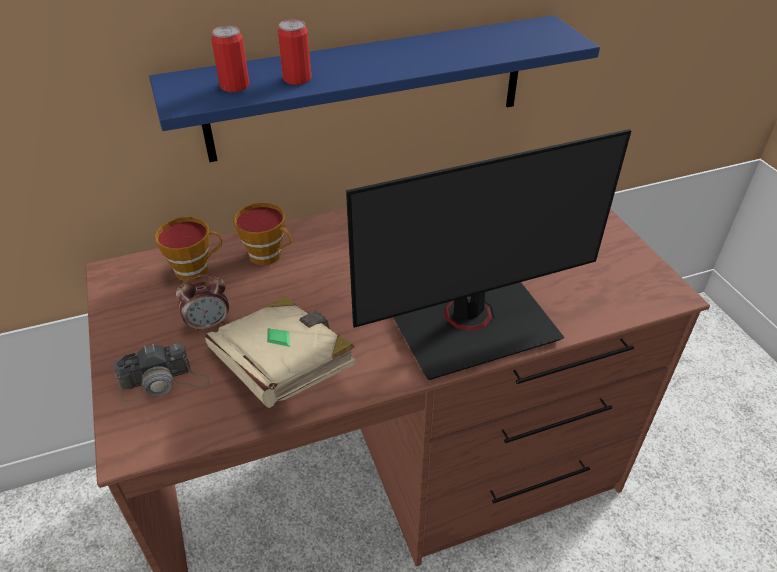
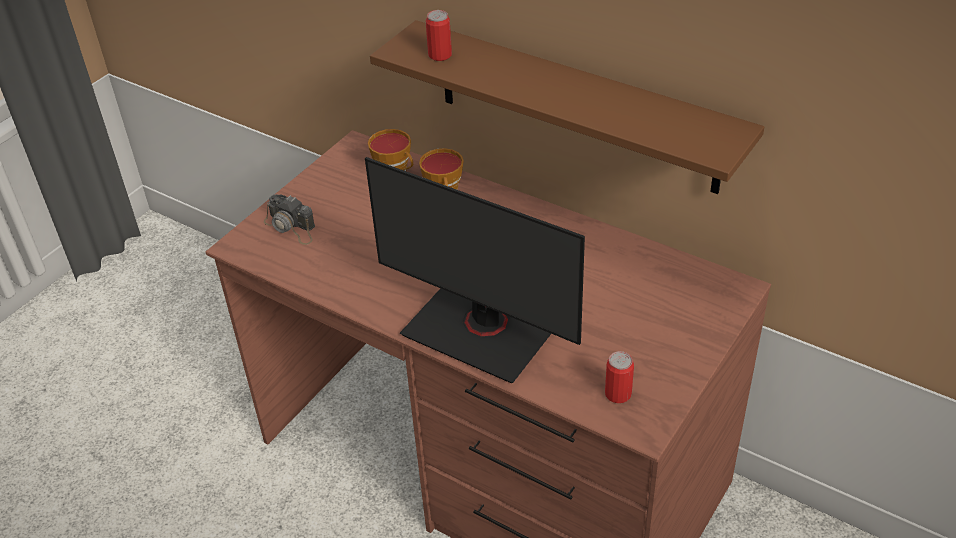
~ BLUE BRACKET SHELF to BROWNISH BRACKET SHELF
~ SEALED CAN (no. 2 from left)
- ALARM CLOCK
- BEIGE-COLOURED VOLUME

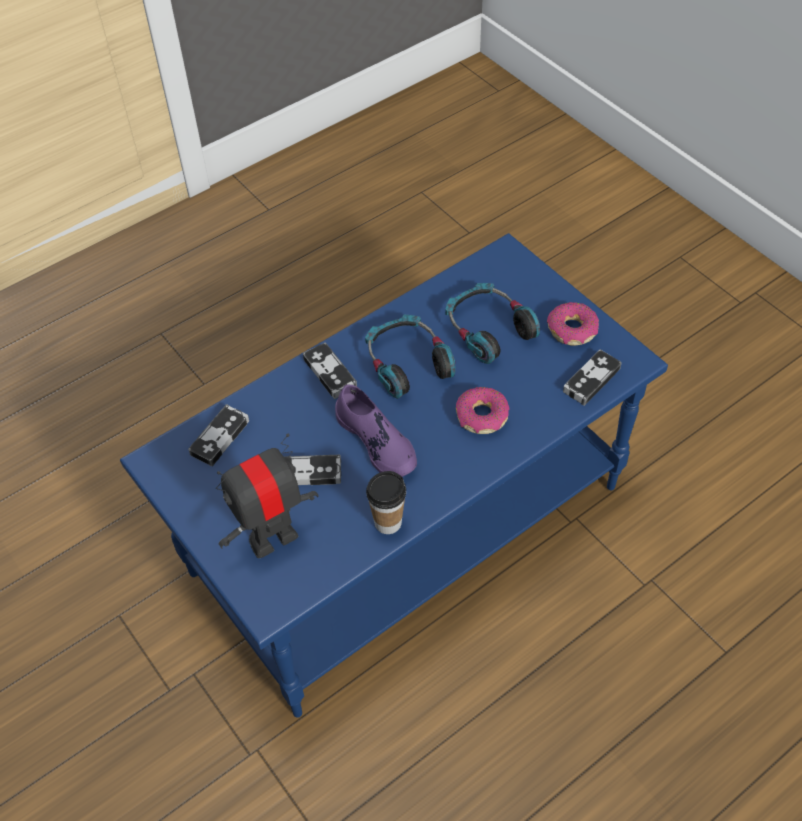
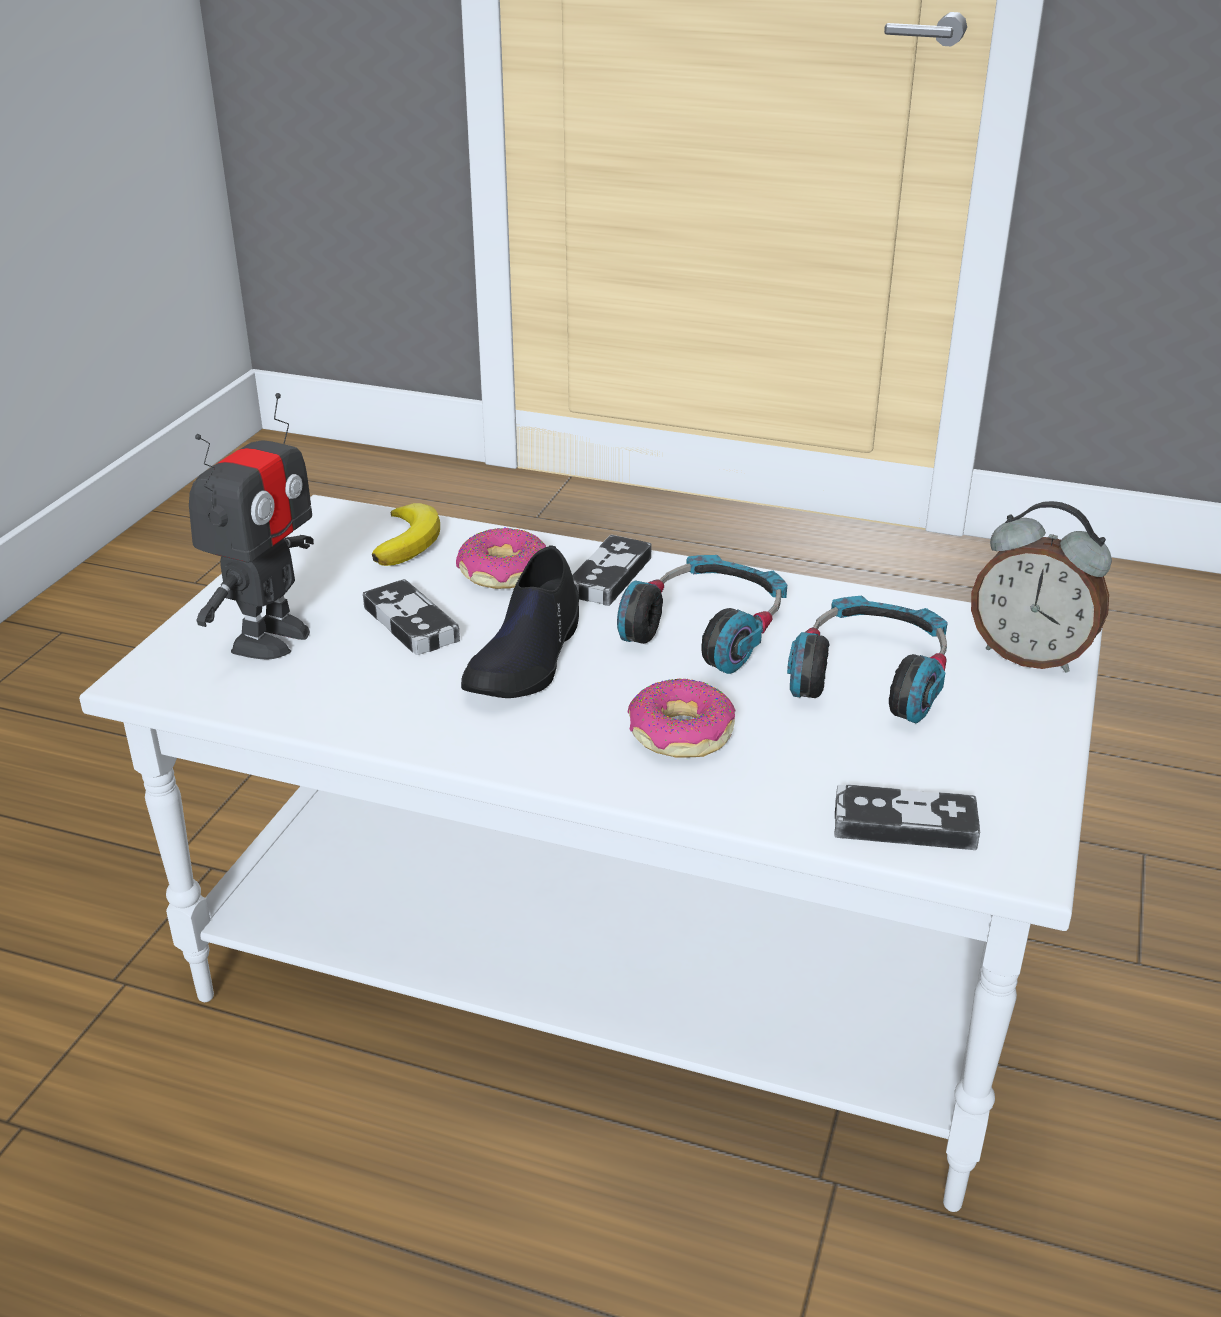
~ BLUE LOW TABLE to WHITE LOW TABLE
~ DONUT (no. 2 from left in the first image) to DONUT (no. 1 from left)
~ PURPLISH LOW SHOE to BLACK-COLOURED LOW SHOE
~ JOYPAD (no. 1 from left) to WHOLE BANANA
~ ROBOT FIGURE 90 degrees clockwise
- SMALL CUP
+ ALARM CLOCK

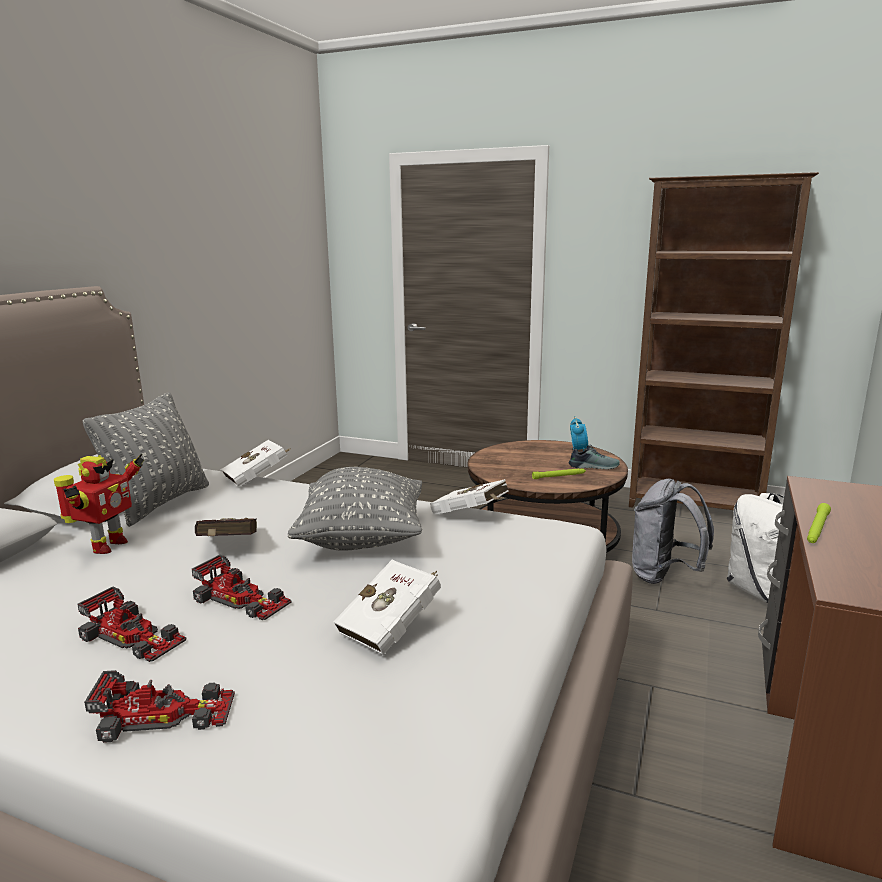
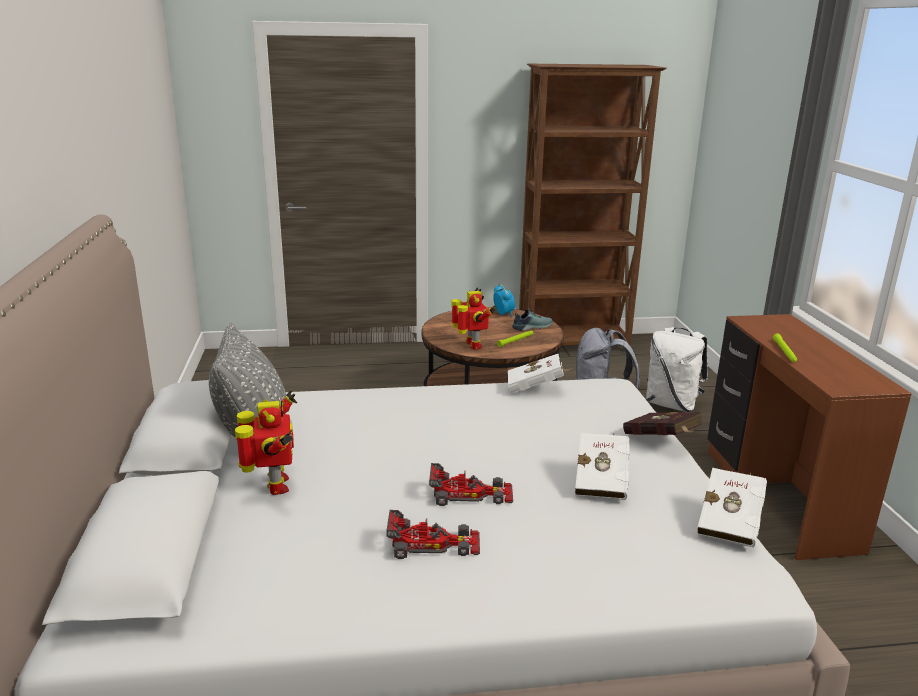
~ WHITE VOLUME (no. 1 from left in the first image) to WHITE VOLUME (no. 3 from left)
- GREYISH CUSHION (no. 2 from left)
~ REDDISH VOLUME
- TOY CAR (no. 2 from left)
+ ROBOT FIGURE (no. 2 from left)

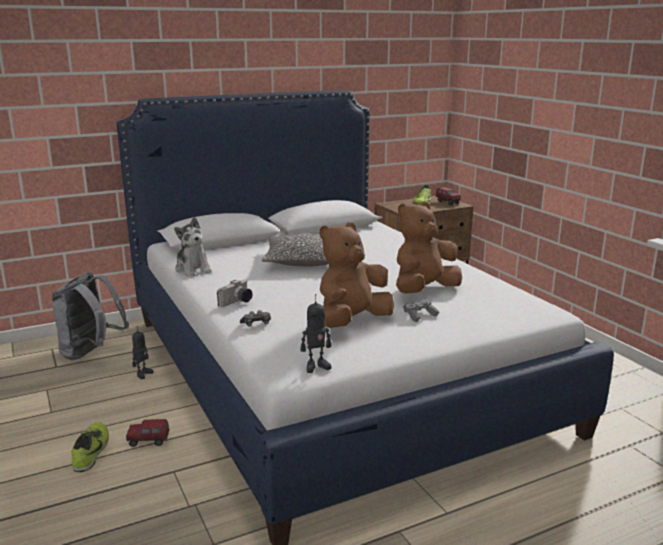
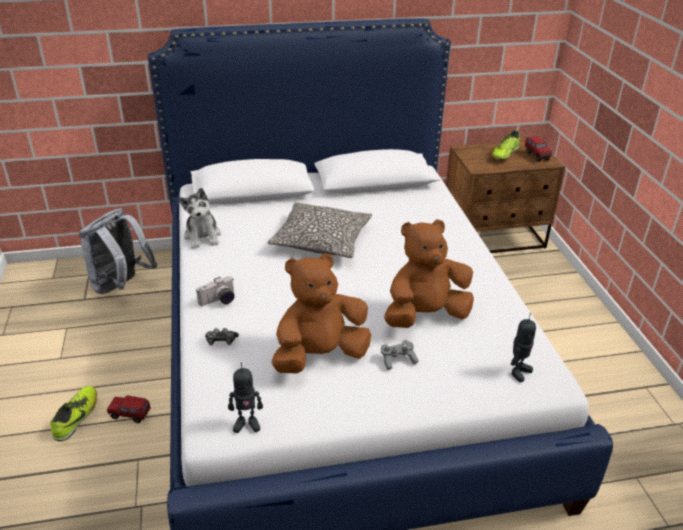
~ ROBOT FIGURE (no. 1 from left in the first image) to ROBOT FIGURE (no. 2 from left)

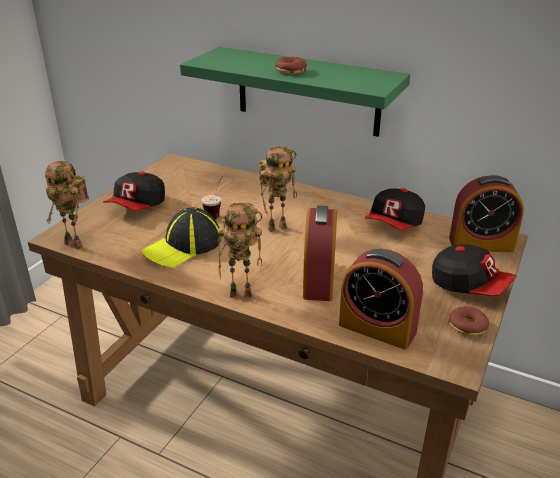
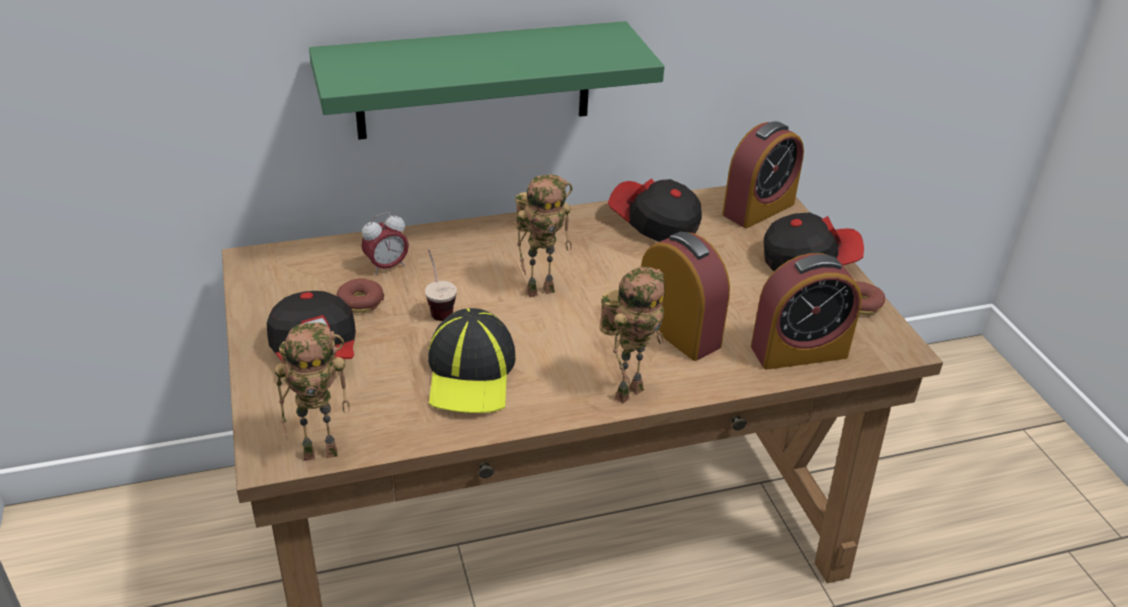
~ DONUT (no. 1 from left)
~ ROBOT FIGURE (no. 3 from left in the first image) 45 degrees clockwise
~ PEAKED CAP (no. 3 from left) 135 degrees clockwise
+ ALARM CLOCK (no. 1 from left)

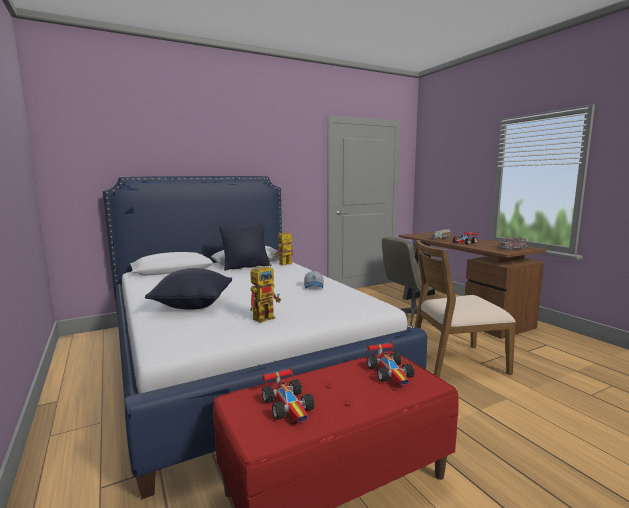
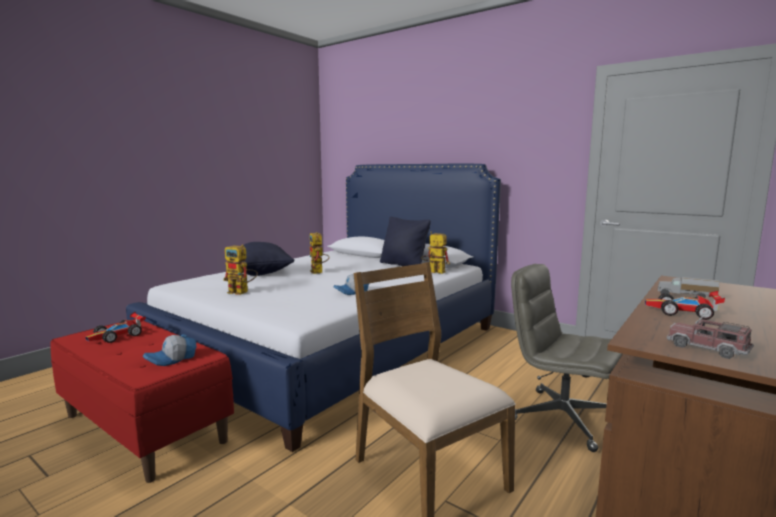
~ TOY CAR (no. 2 from left) to PEAKED CAP (no. 1 from left)
+ ROBOT FIGURE (no. 2 from left)

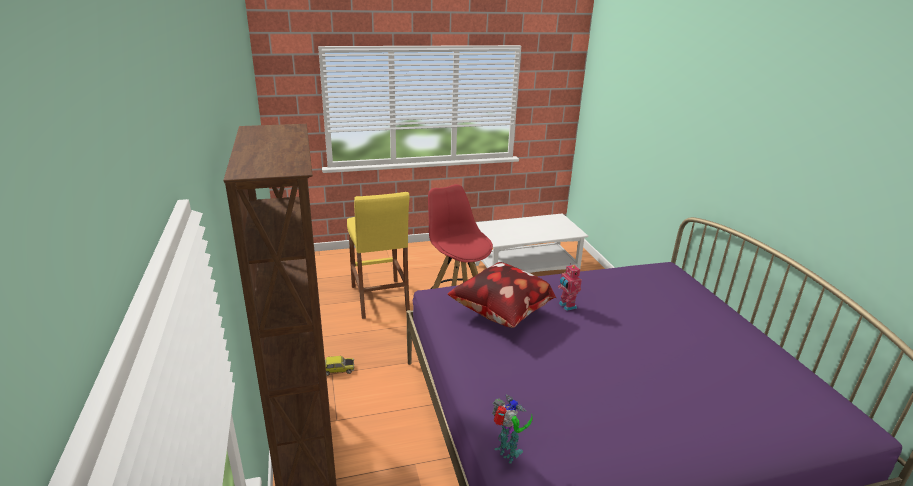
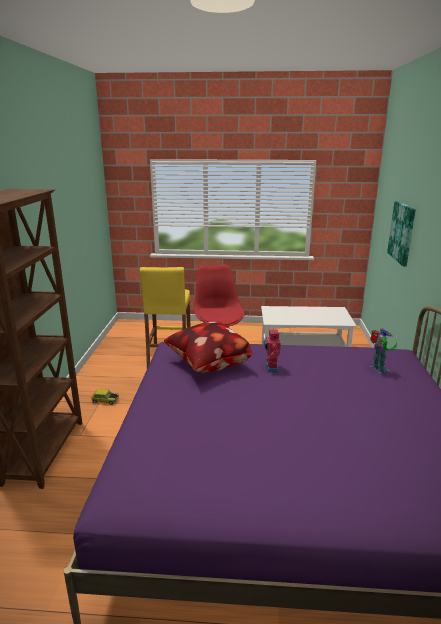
~ ROBOT FIGURE (no. 1 from left in the first image) to ROBOT FIGURE (no. 2 from left)
+ PICTURE

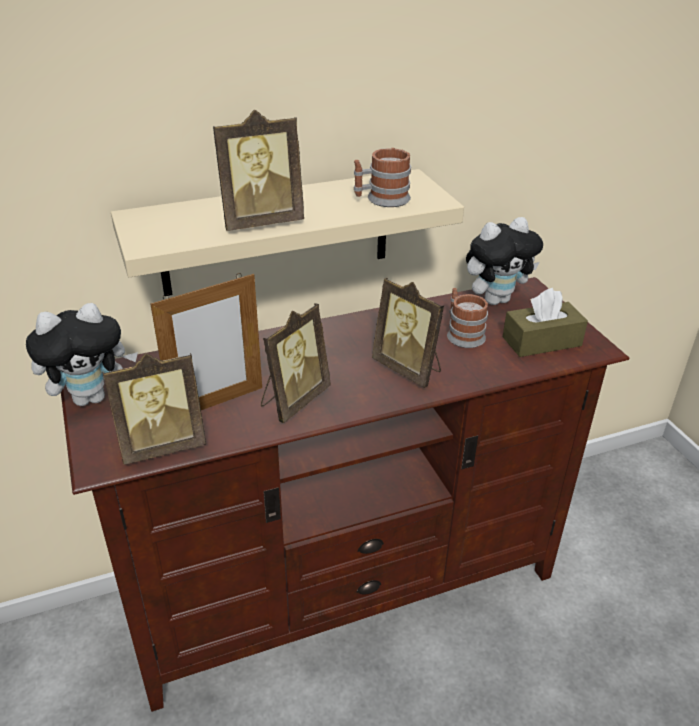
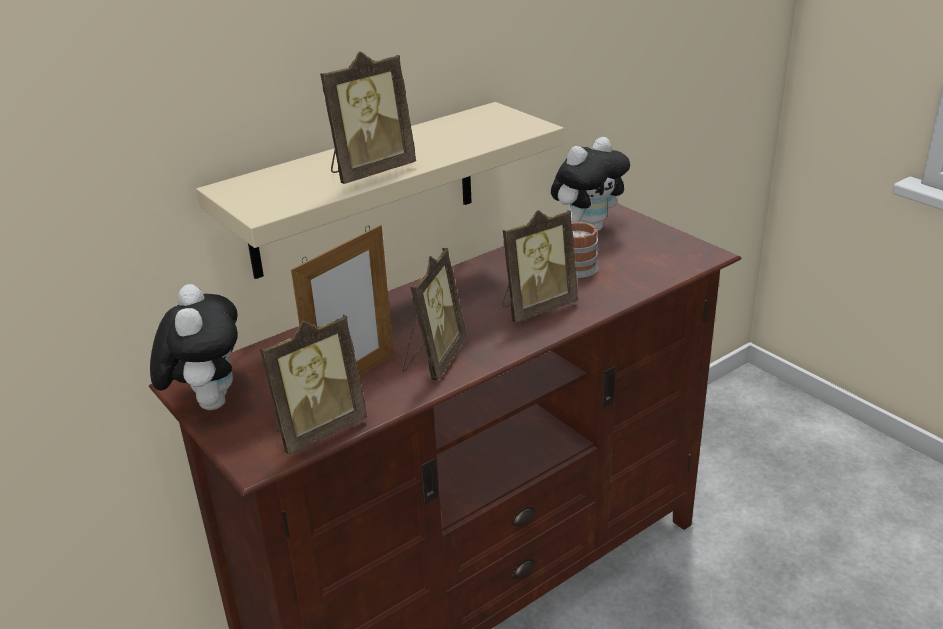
- TEA MUG (no. 1 from left)
~ PHOTO FRAME (no. 5 from left) 60 degrees counterclockwise
- BROWNISH BOX OF TISSUES
~ PLUSH TOY (no. 1 from left) 60 degrees counterclockwise

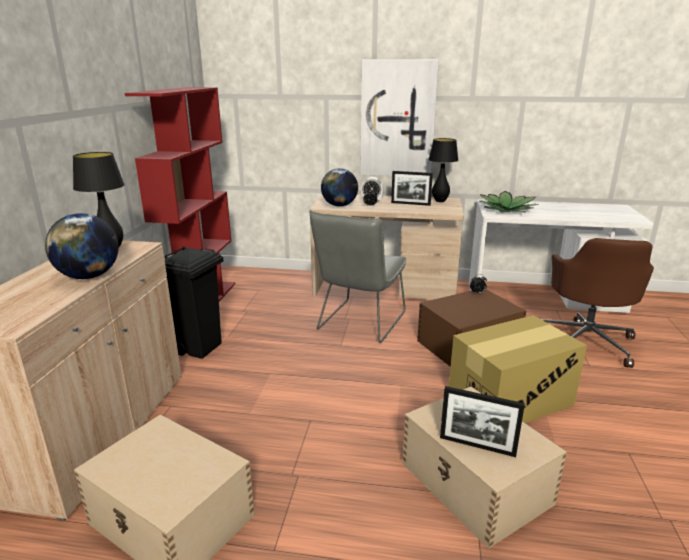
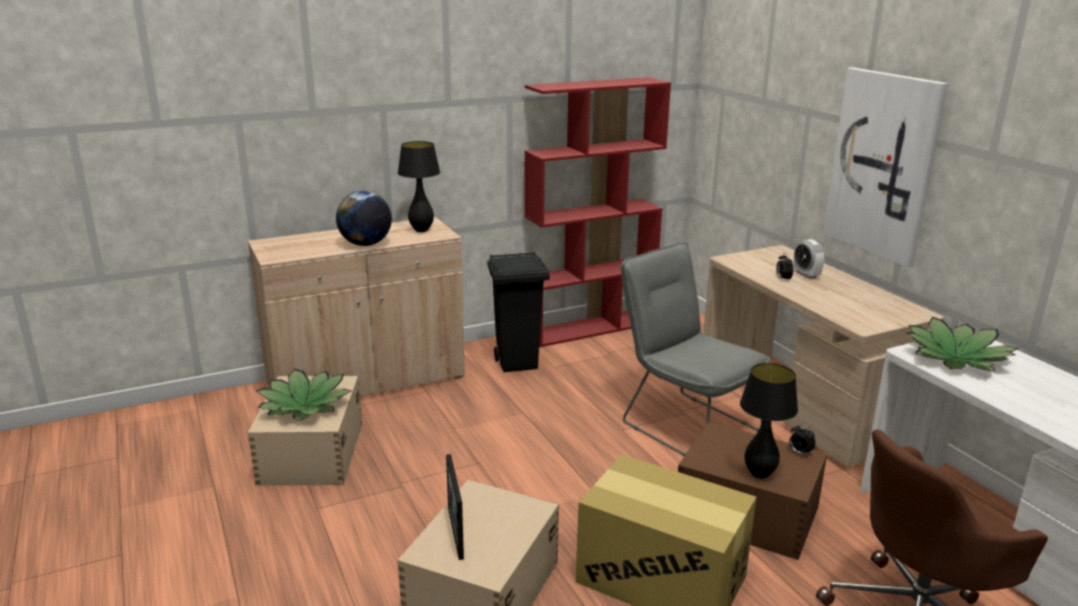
~ BLACK-COLOURED TABLE LAMP (no. 2 from left)
- DESK GLOBE (no. 2 from left)
- PHOTO FRAME (no. 1 from left)
~ GREYISH UPRIGHT CHAIR 60 degrees clockwise
+ PLANT IN A POT (no. 1 from left)

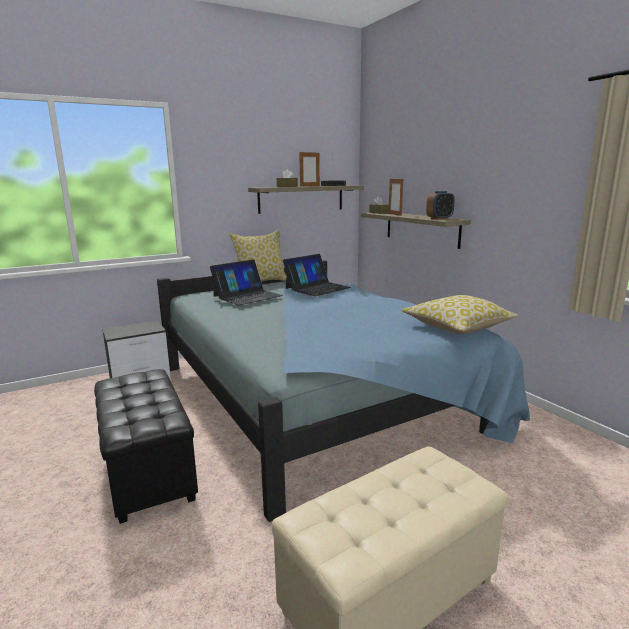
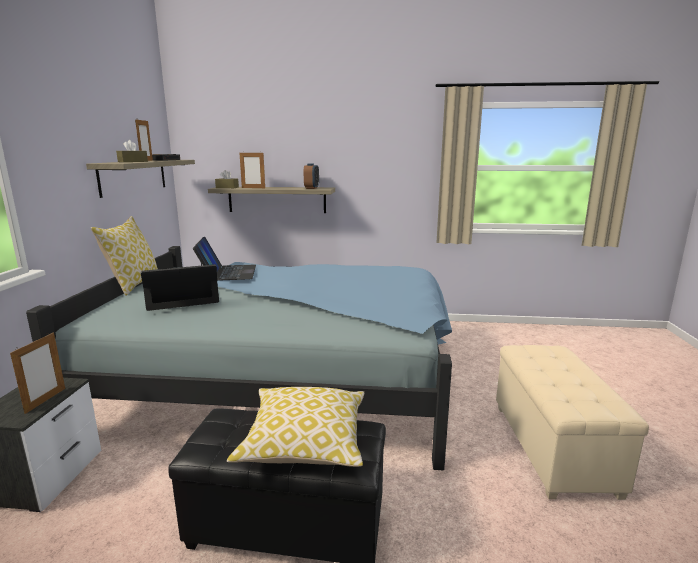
~ PORTABLE COMPUTER (no. 1 from left) 105 degrees counterclockwise
~ CUSHION (no. 2 from left)
+ PHOTO FRAME (no. 1 from left)

